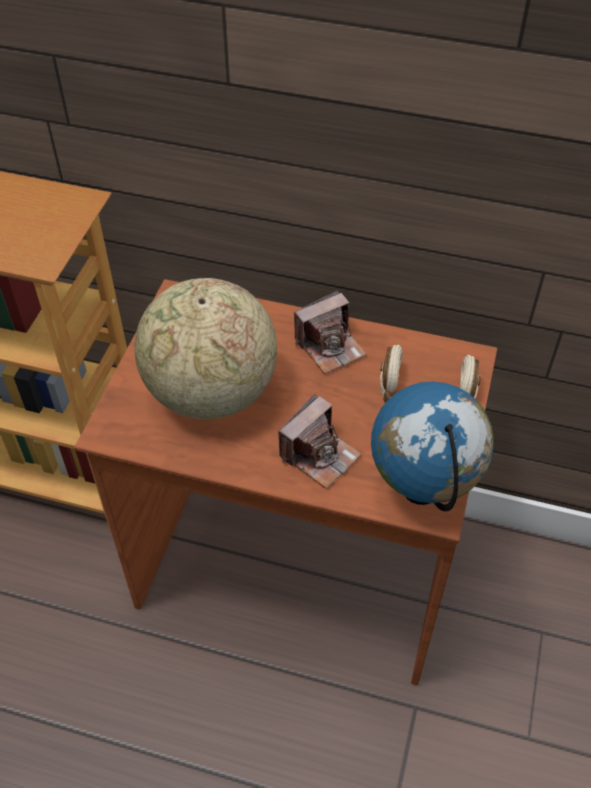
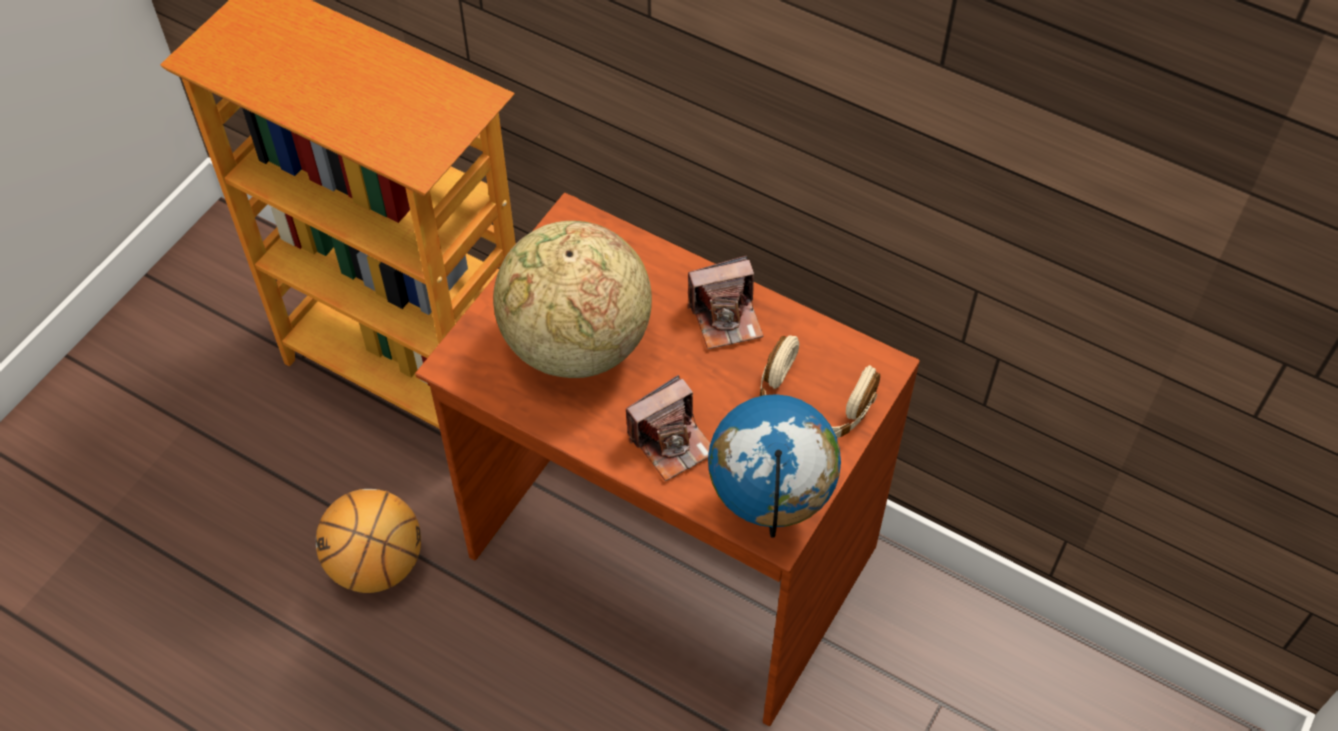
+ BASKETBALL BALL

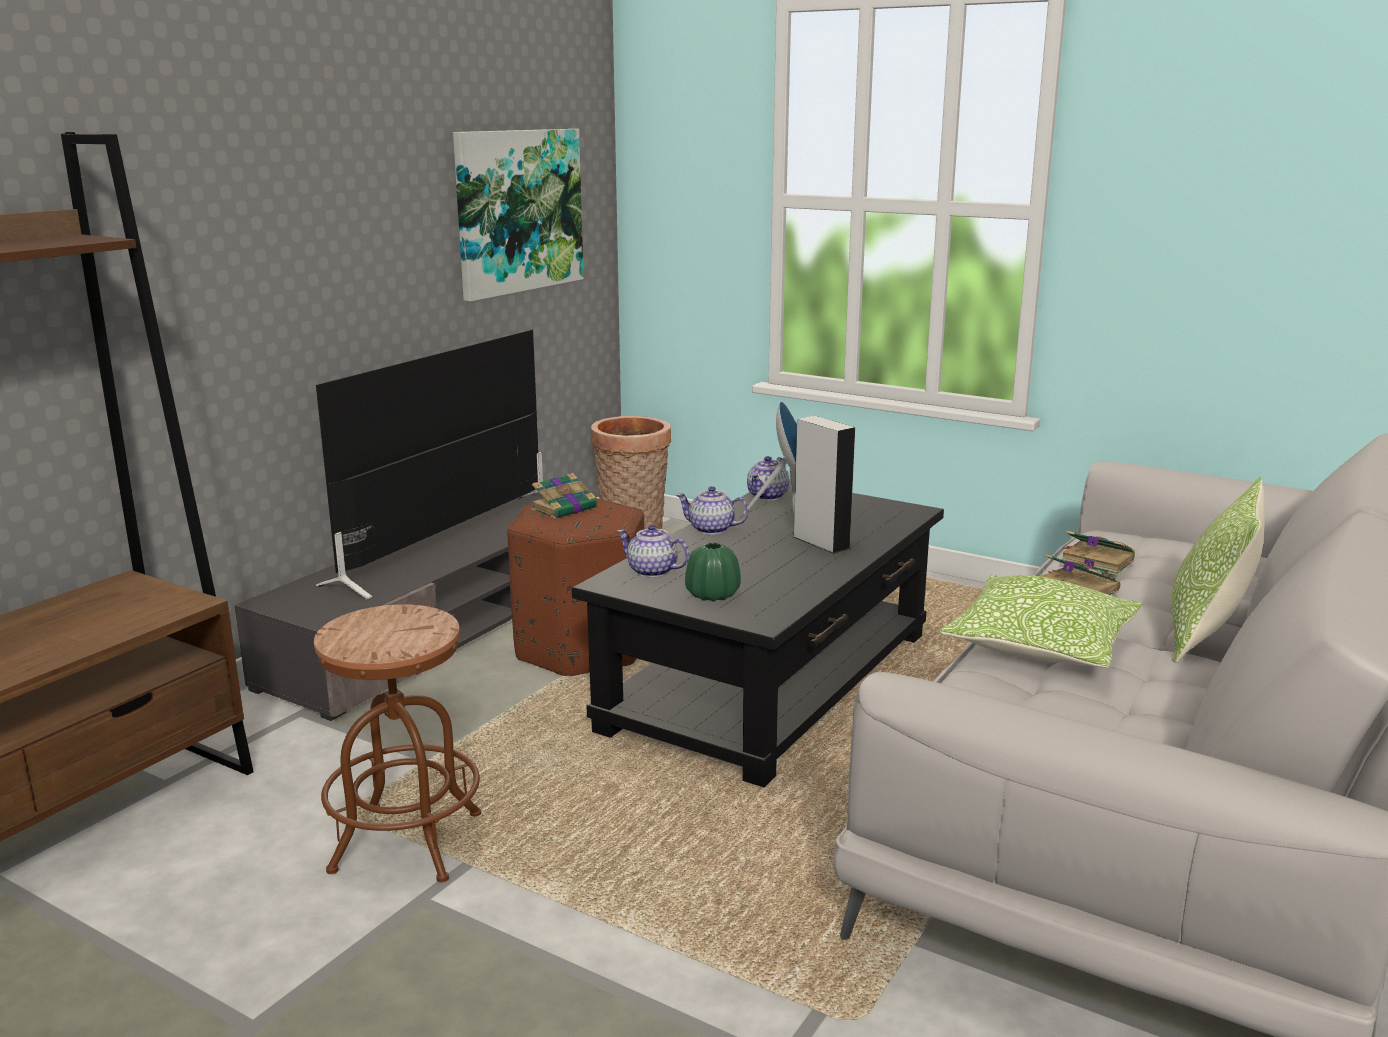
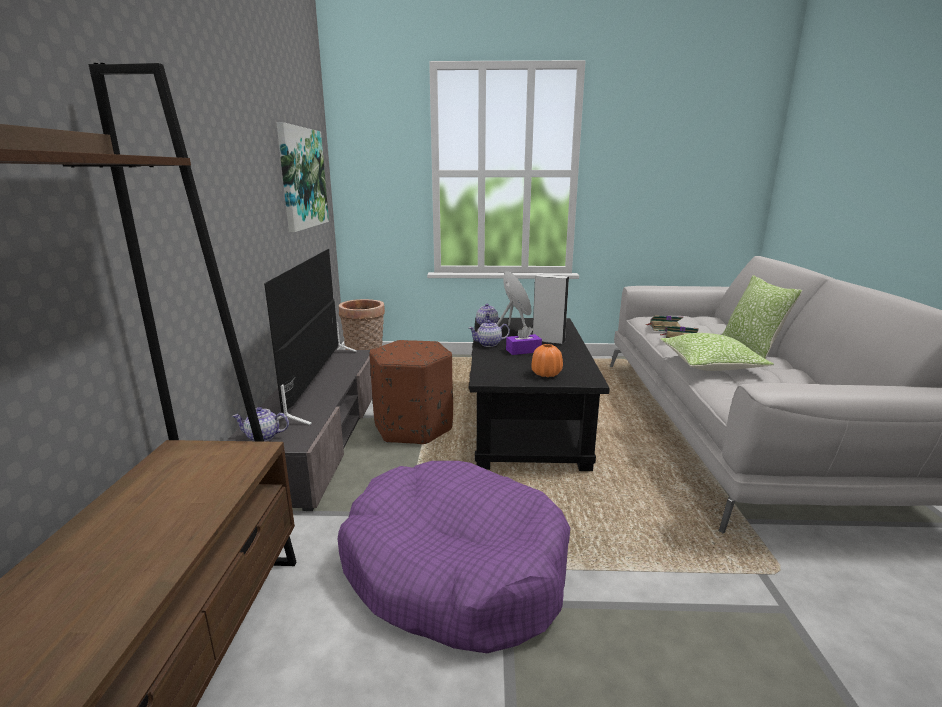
- VOLUME (no. 1 from left)
~ TEA POT (no. 1 from left)
~ GREEN FLOWER VASE to ORANGEY FLOWER VASE
~ BROWNISH SITTING STOOL to PURPLISH DOG CUSHION
+ PURPLISH BOX OF TISSUES

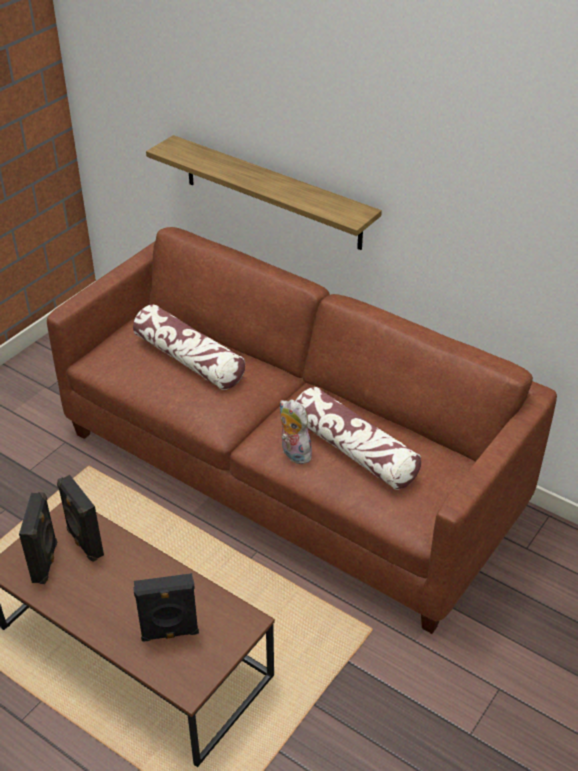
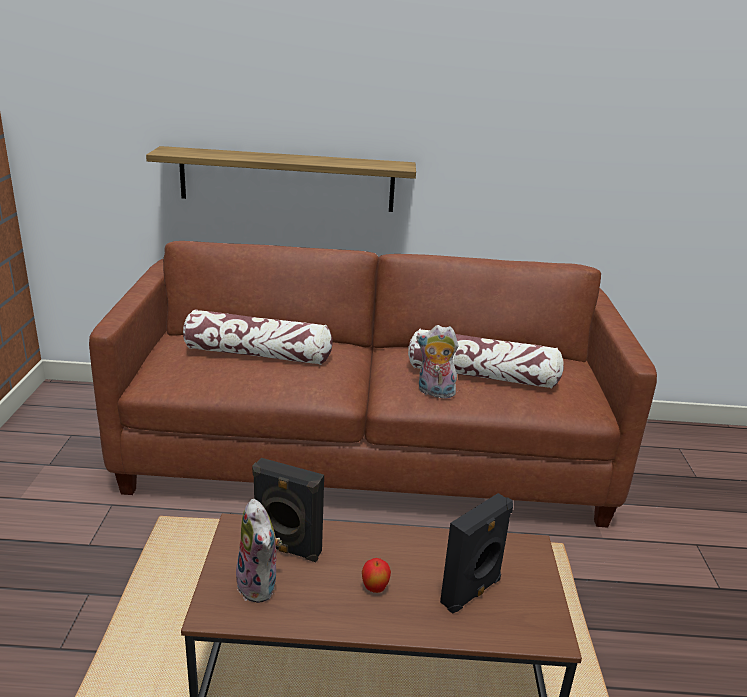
~ BLACK-COLOURED SPEAKER (no. 1 from left) to PLUSH TOY (no. 1 from left)
+ APPLE

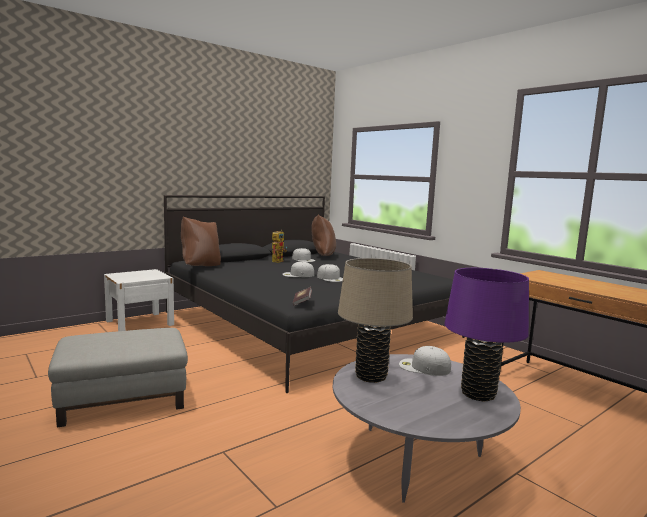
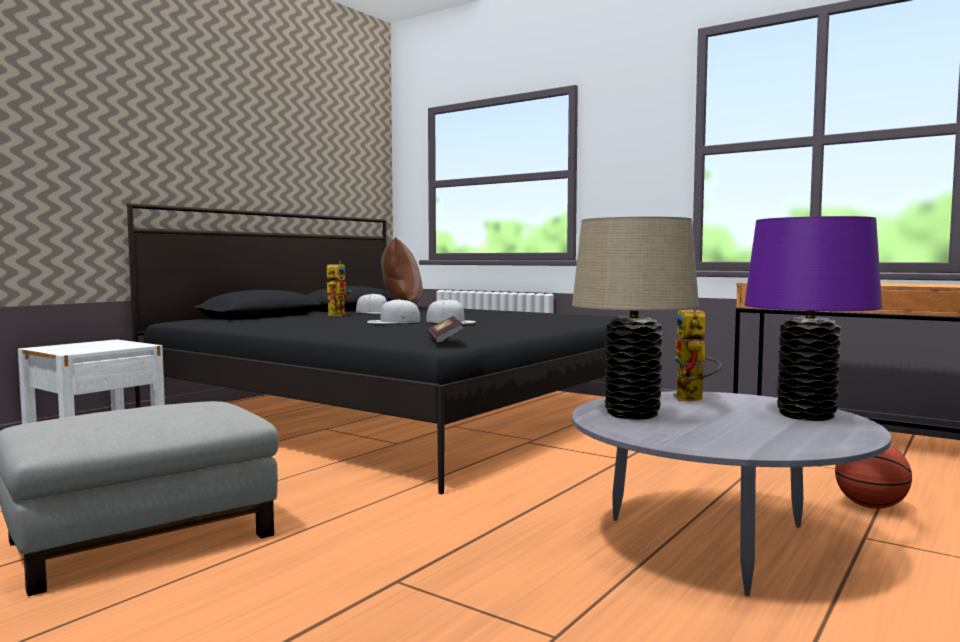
- BROWNISH CUSHION (no. 1 from left)
~ WHITE PEAKED CAP (no. 4 from left) to ROBOT FIGURE (no. 2 from left)
+ BASKETBALL BALL

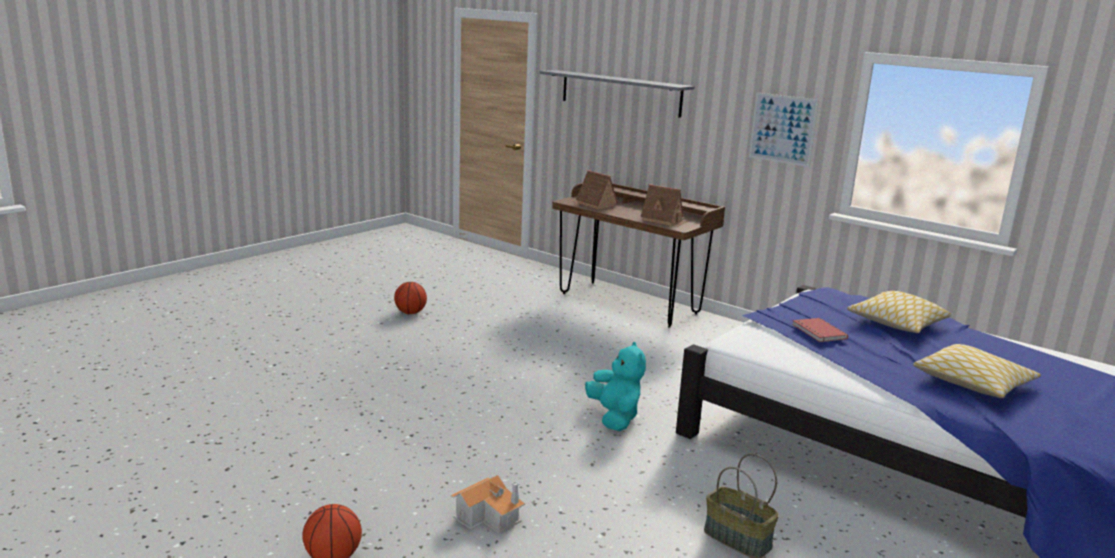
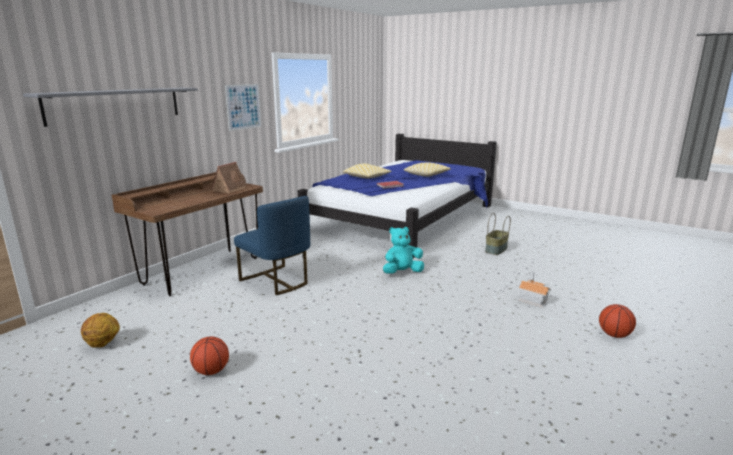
- TOY HOUSE (no. 2 from left)
+ BLUE UPRIGHT CHAIR
+ BASKETBALL BALL (no. 1 from left)

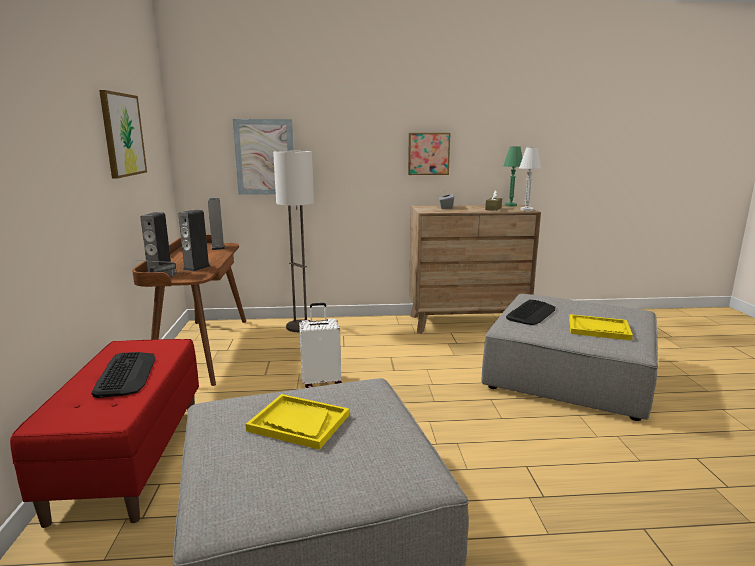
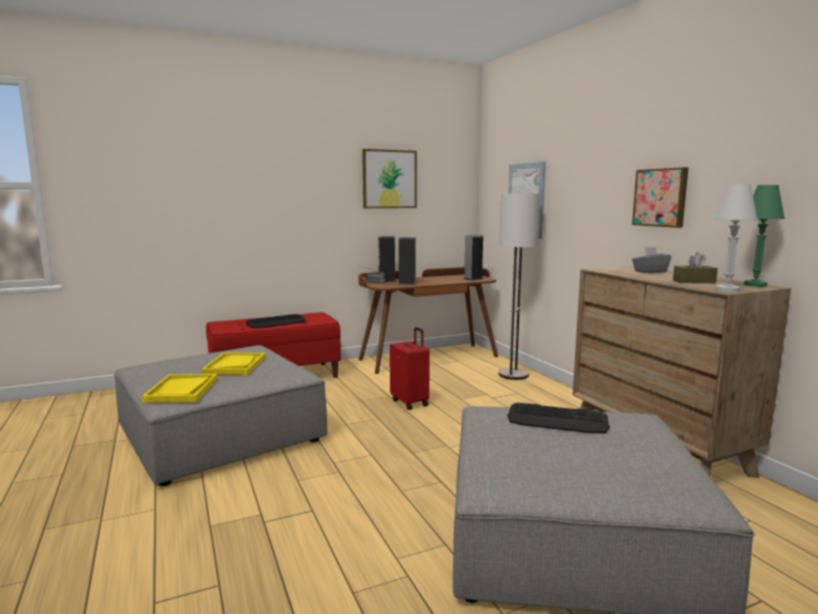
~ WHITE SUITCASE to REDDISH SUITCASE
~ YELLOWISH CARRYING TRAY (no. 2 from left in the first image) to YELLOWISH CARRYING TRAY (no. 1 from left)

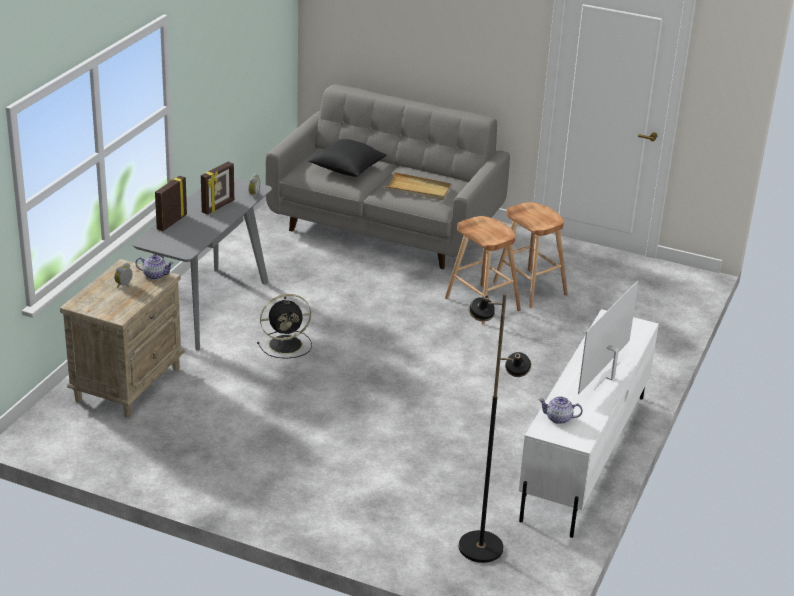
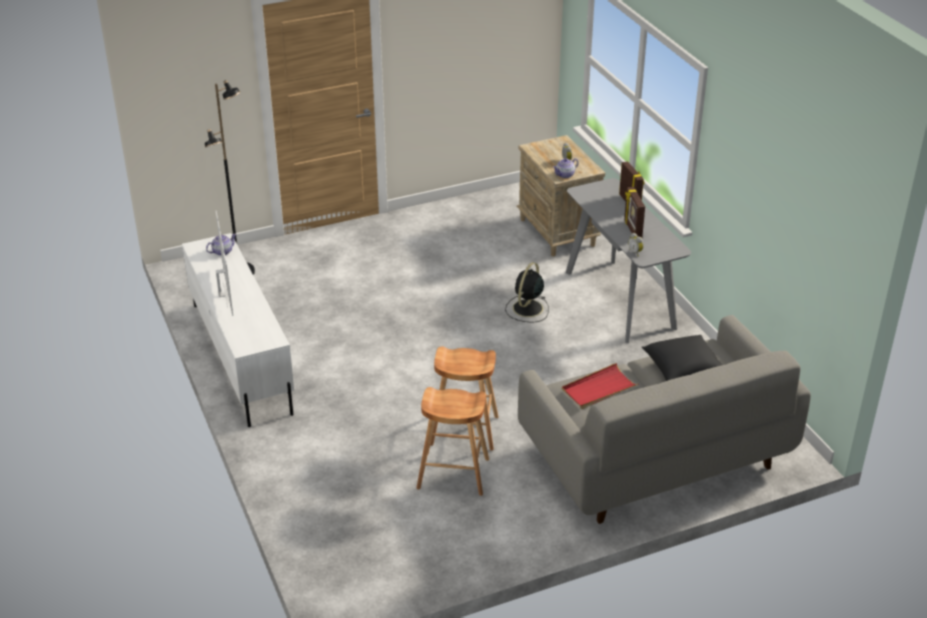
~ BEIGE-COLOURED CARRYING TRAY to REDDISH CARRYING TRAY

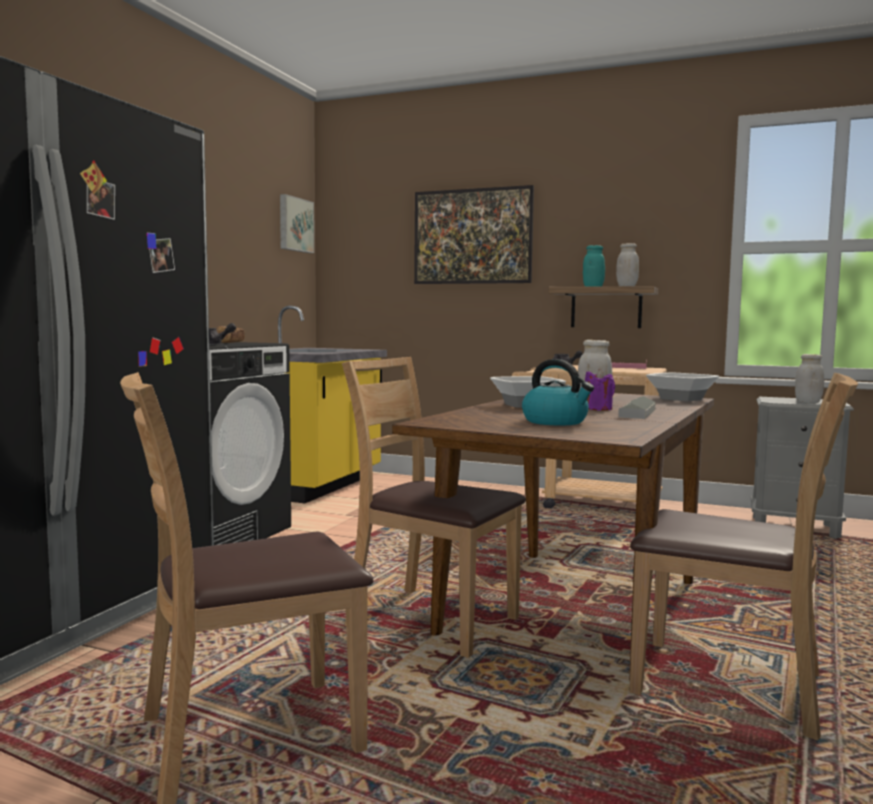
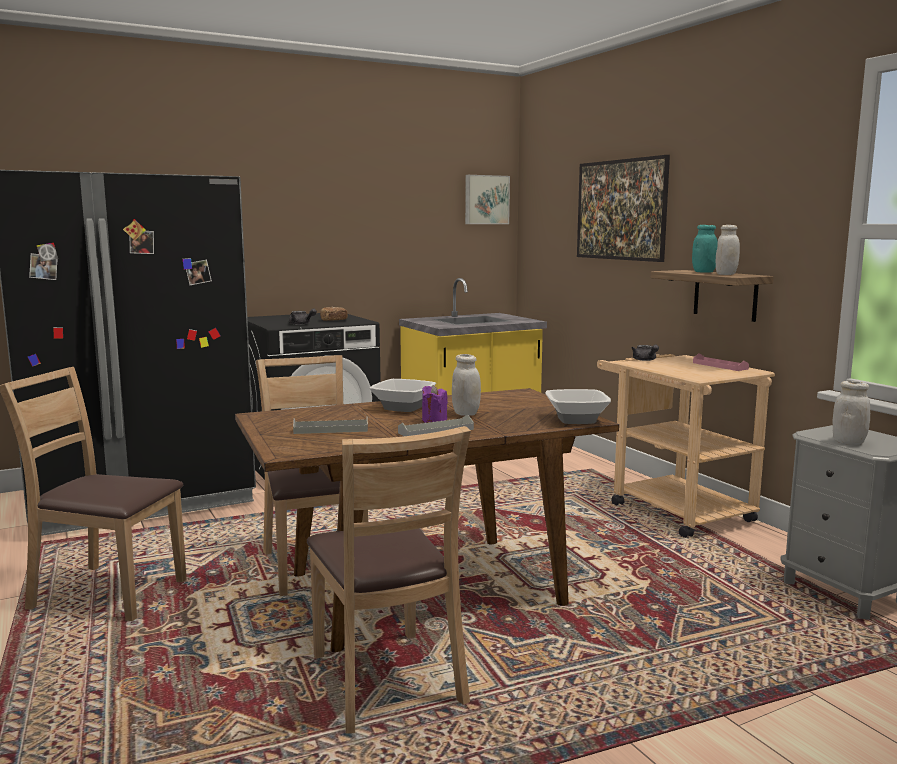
~ TEA KETTLE to GREYISH CARRYING TRAY (no. 1 from left)

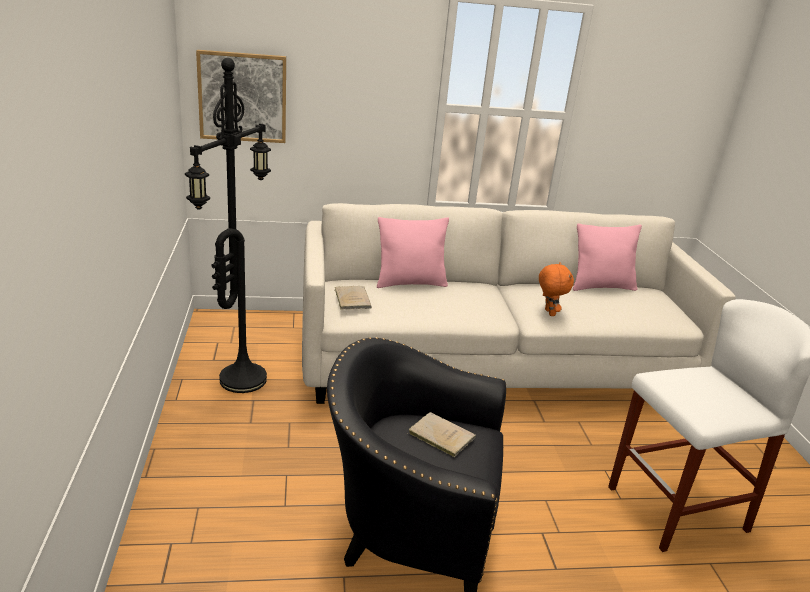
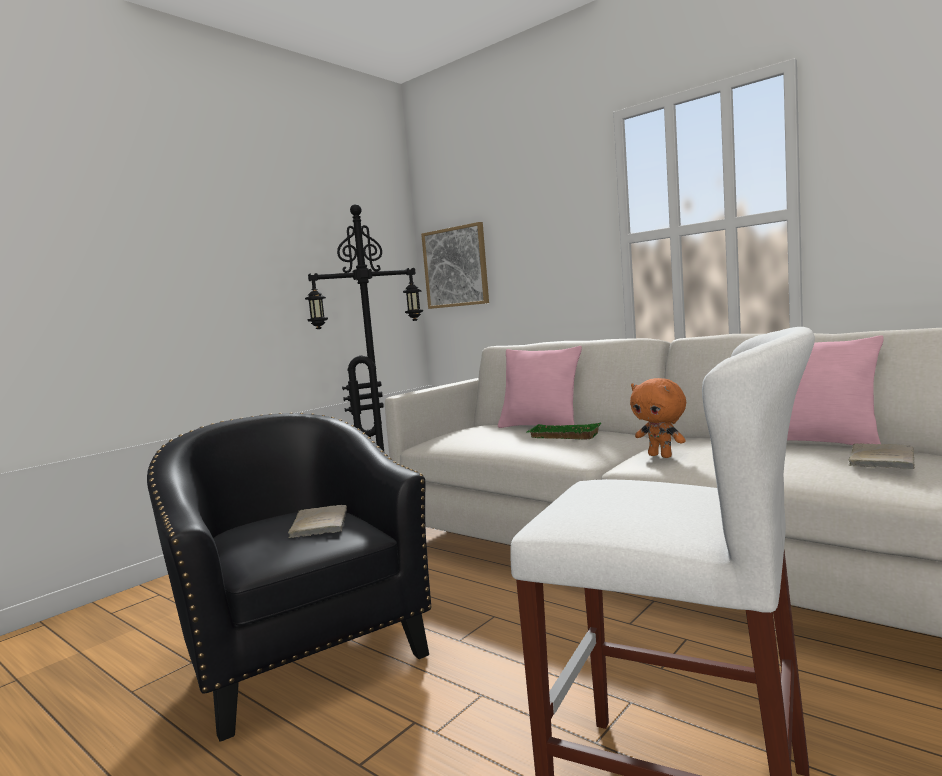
~ ORANGEY PLUSH TOY 105 degrees clockwise
~ BEIGE-COLOURED VOLUME (no. 1 from left in the first image) to BEIGE-COLOURED VOLUME (no. 2 from left)
+ GREEN CARRYING TRAY

